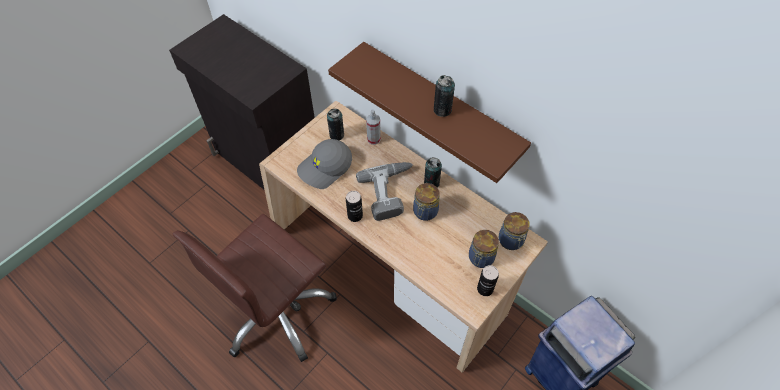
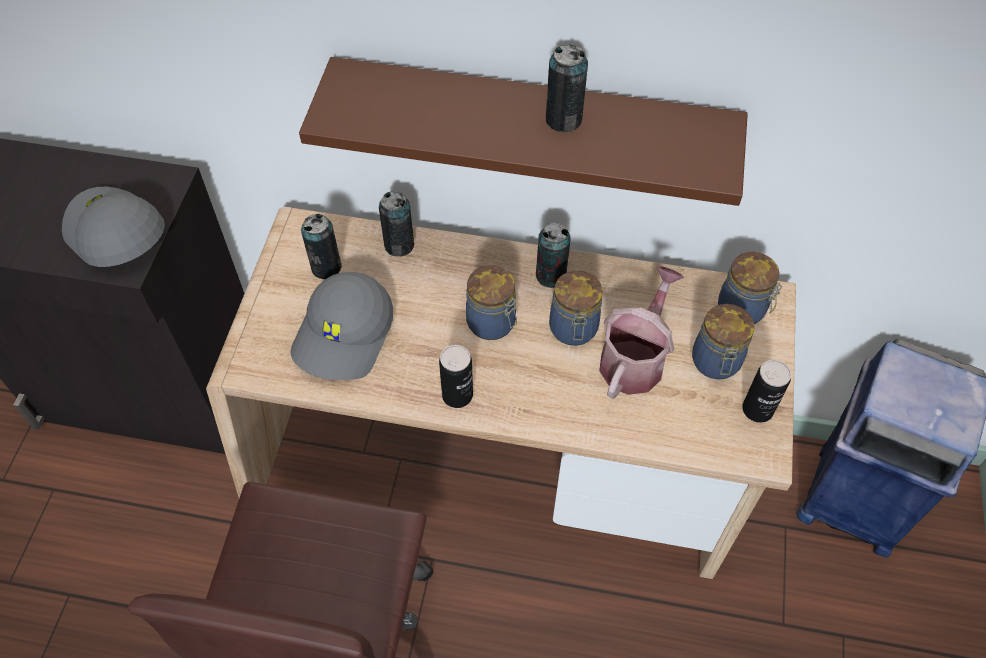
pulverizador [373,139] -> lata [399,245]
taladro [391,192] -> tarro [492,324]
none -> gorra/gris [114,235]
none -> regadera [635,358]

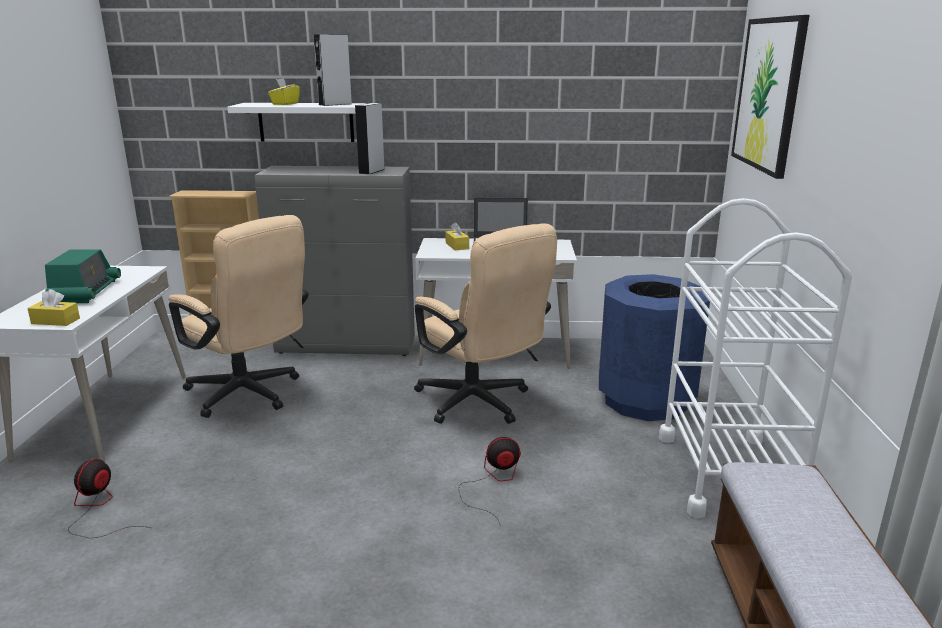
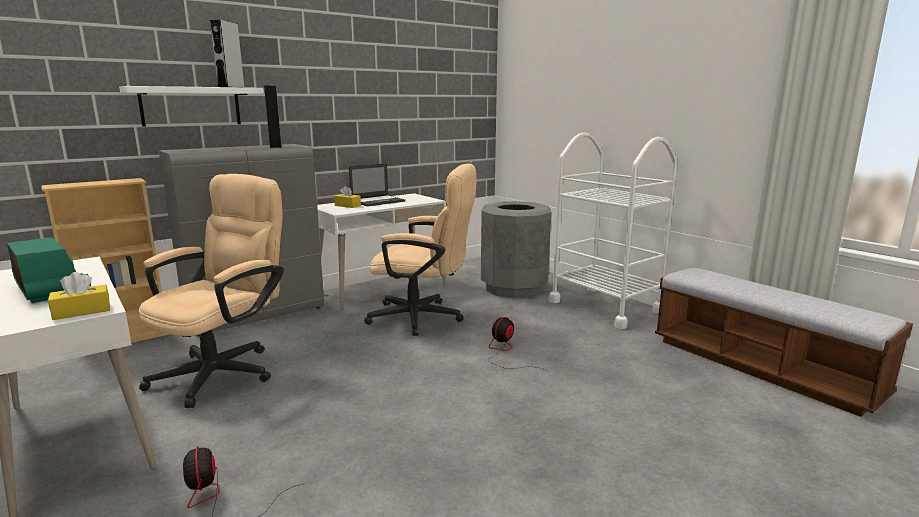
cuadro [768,94] -> none
caja de pañuelos/amarillo [285,104] -> none
silla de oficina/beis [250,395] -> silla de oficina/beis [224,370], 60 degrees counterclockwise
papelera/azul [645,400] -> papelera/gris [514,288]

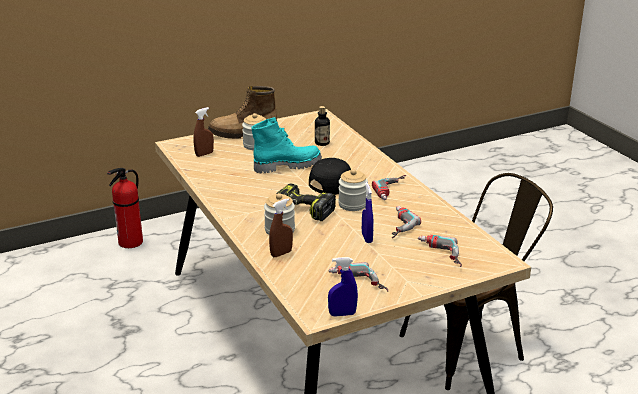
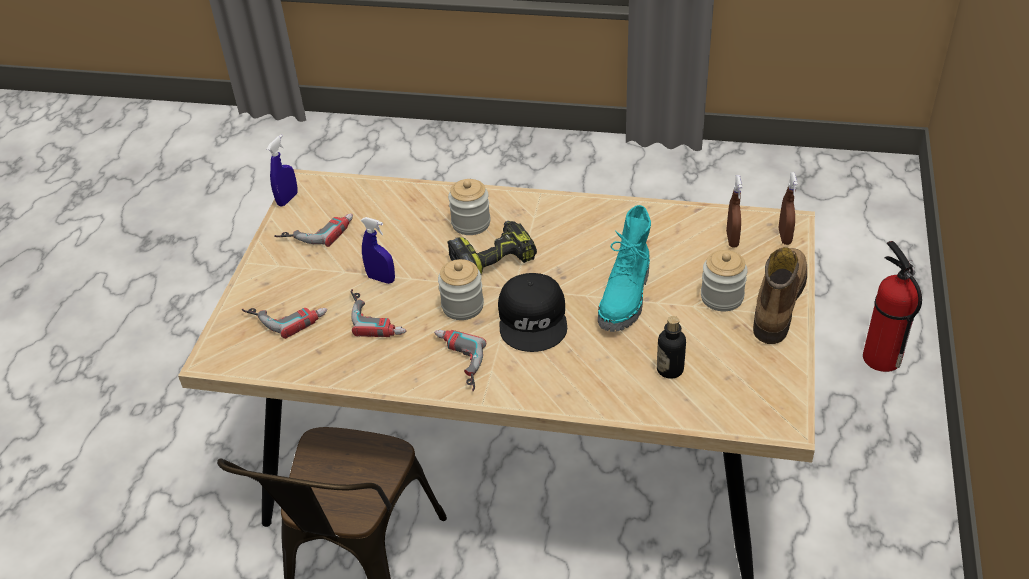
pulverizador/marrón [281,253] -> pulverizador/marrón [784,236], relocated

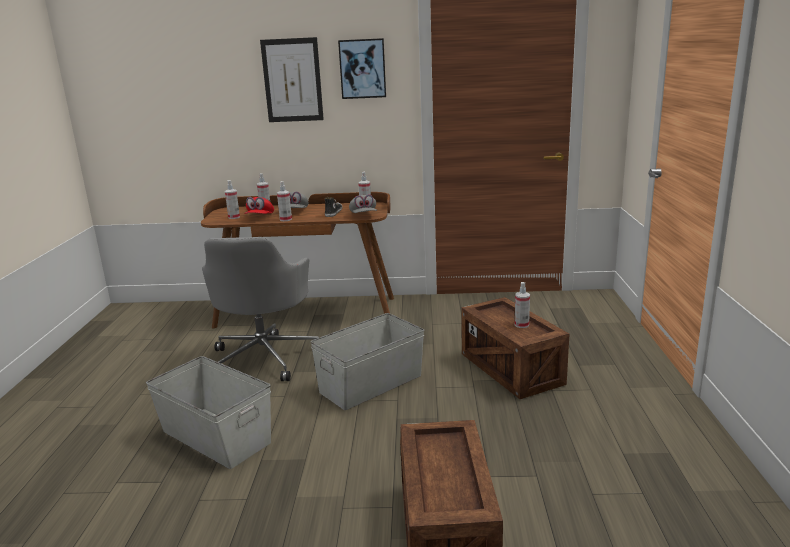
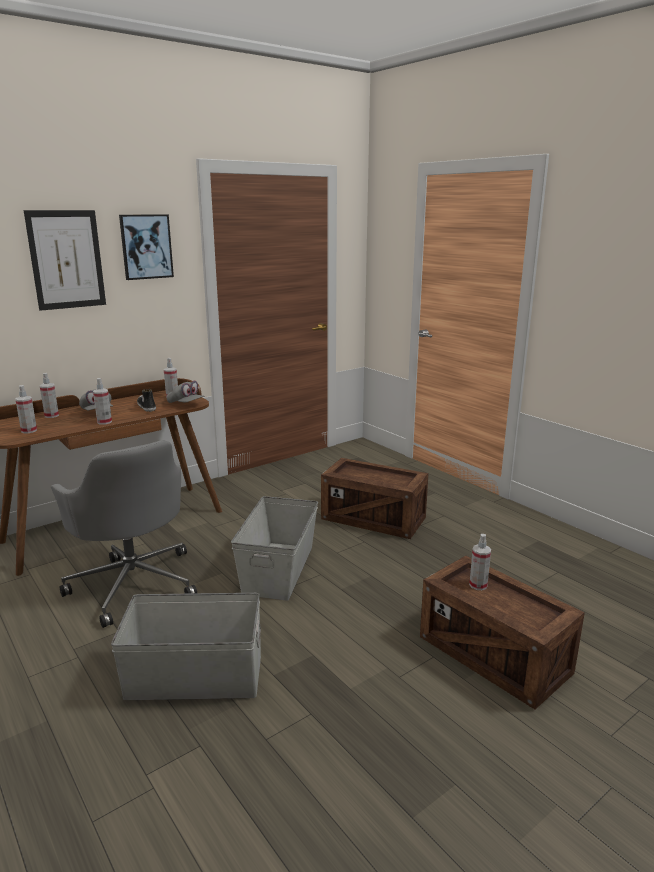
gorra/rojo [260,217] -> none
pulverizador [521,325] -> pulverizador [478,585], relocated

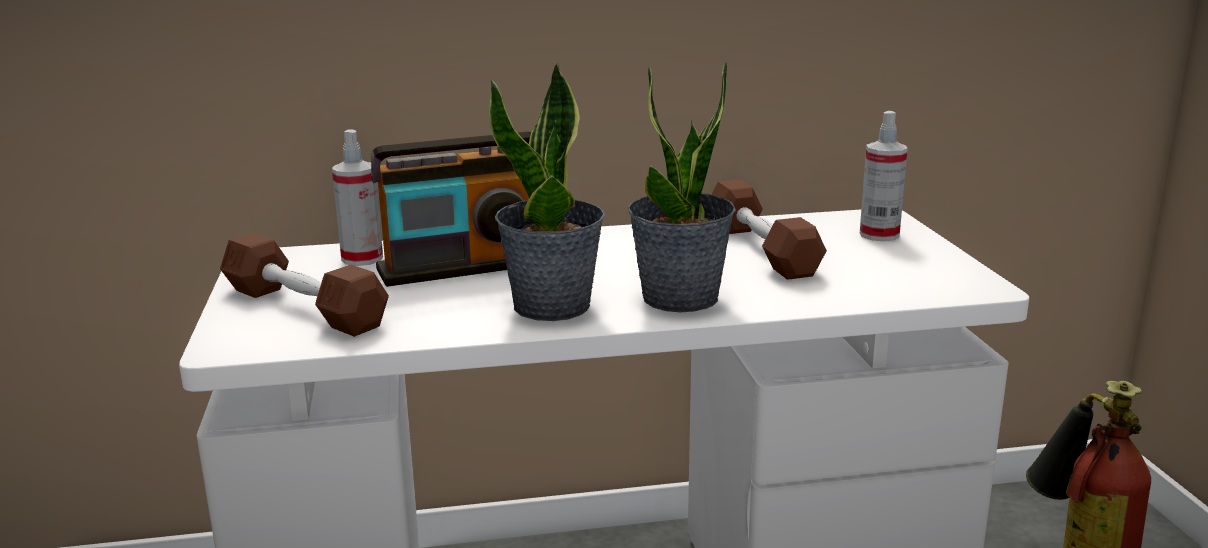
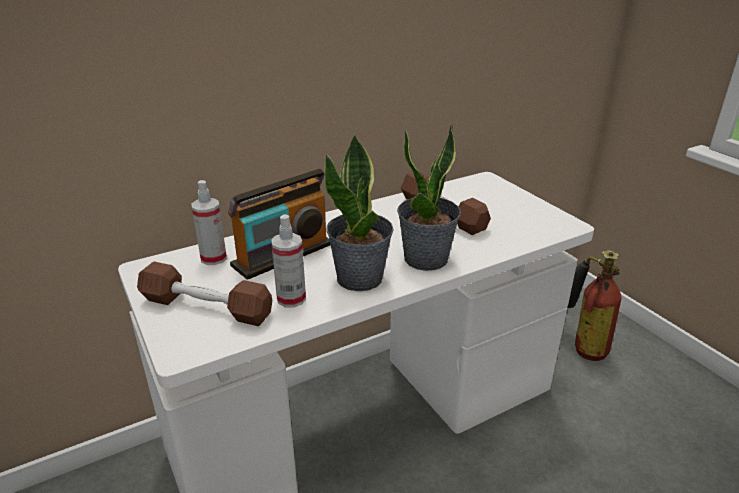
pulverizador [879,235] -> pulverizador [291,299], relocated

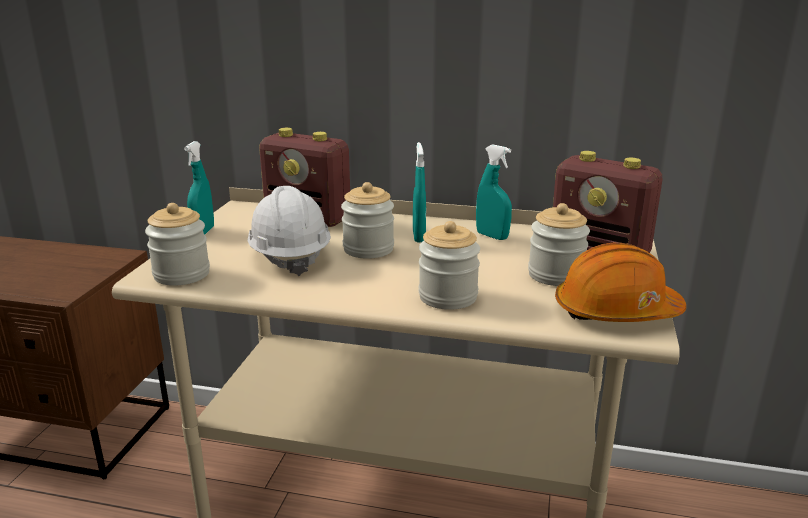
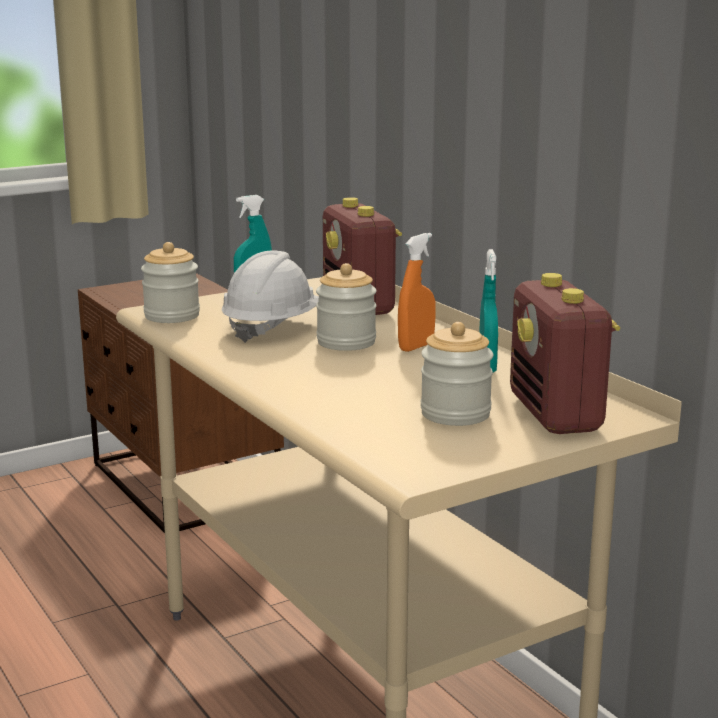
pulverizador/turquesa [419,236] -> pulverizador/naranja [416,347]
tarro [448,297] -> none
casco/naranja [615,311] -> none

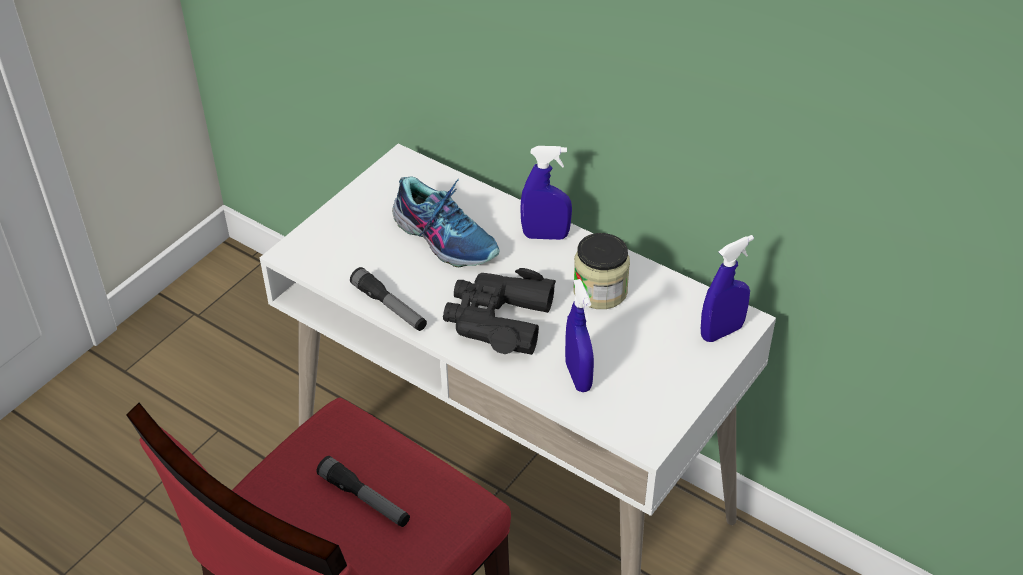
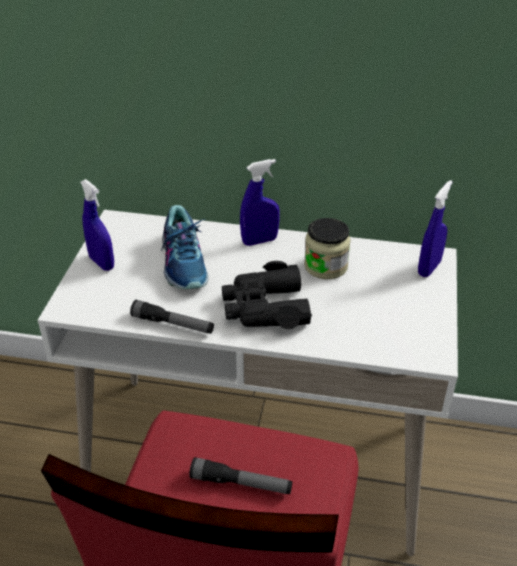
zapato [446,237] -> zapato [185,262], 60 degrees clockwise
pulverizador/azul [578,376] -> pulverizador/azul [101,263], relocated

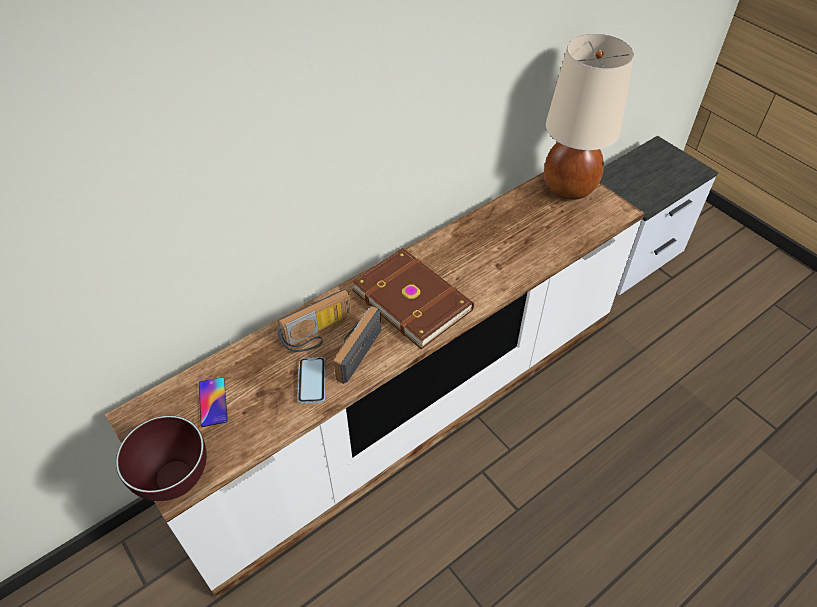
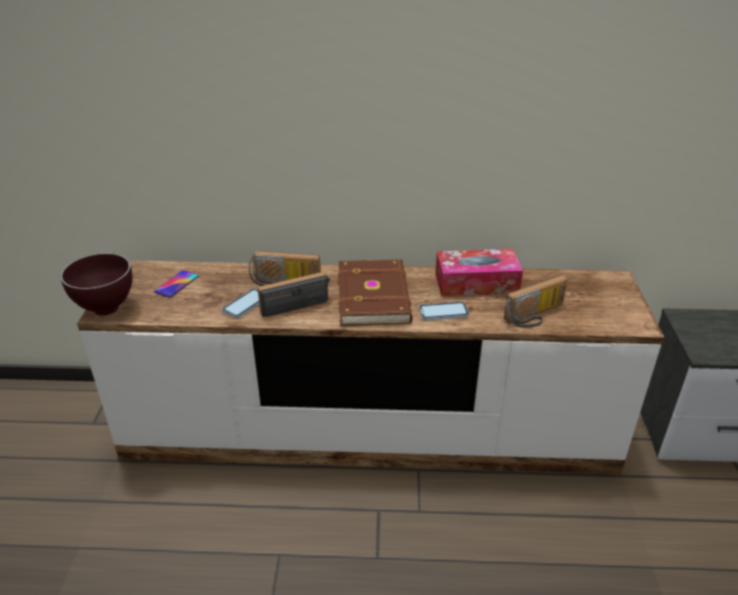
lámpara de mesa/beis [569,188] -> none
none -> caja de pañuelos [476,283]
none -> radio [536,316]
none -> móvil [443,312]

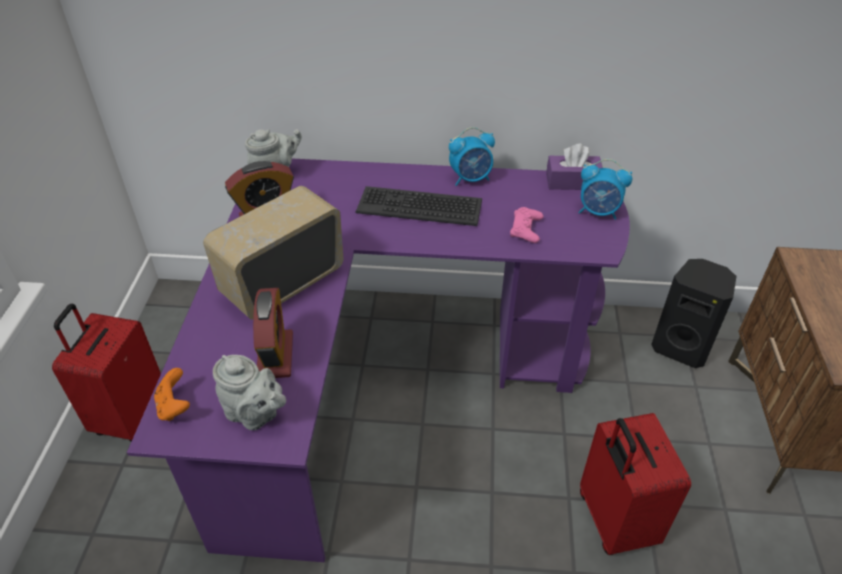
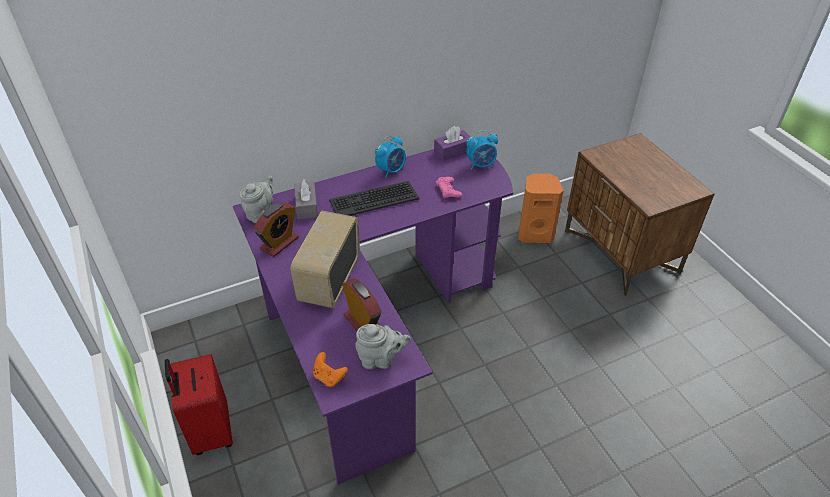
altavoz/negro [681,347] -> altavoz/naranja [535,233]
maleta/rojo [613,520] -> none
none -> caja de pañuelos/gris [306,206]

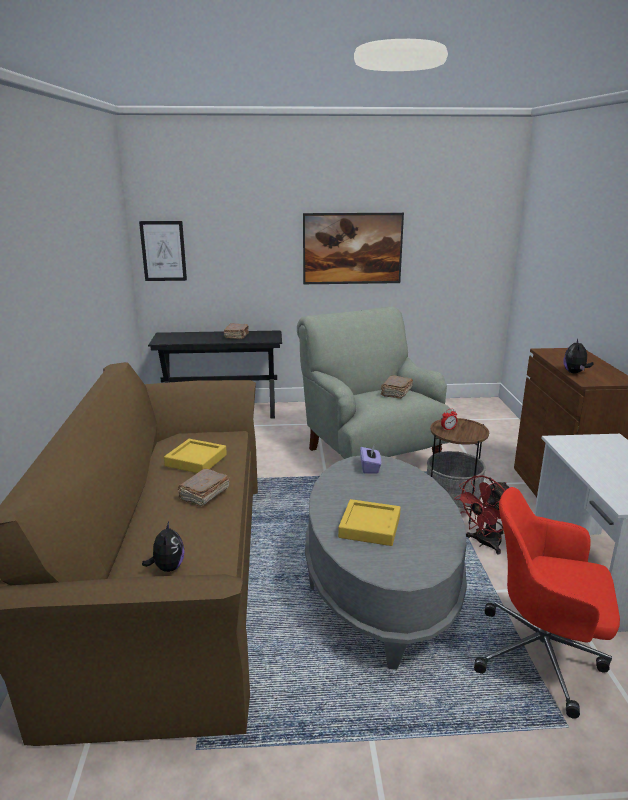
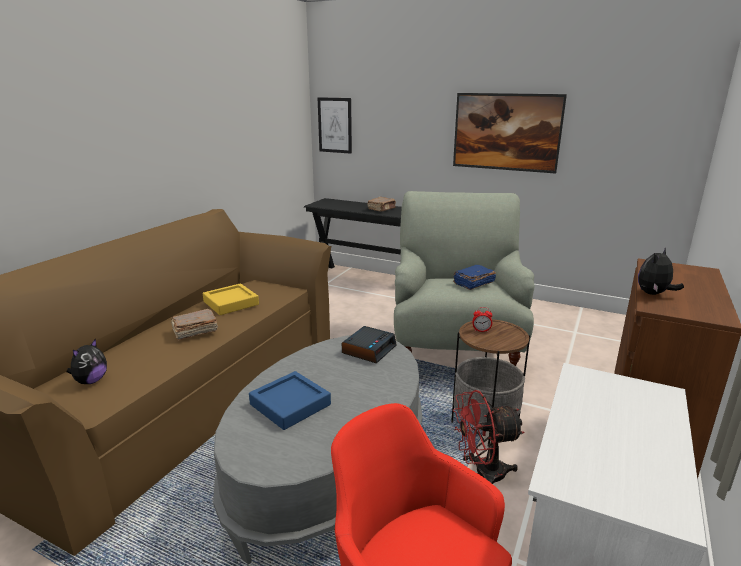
libro/marrón [396,393] -> libro/azul [473,283]
caja de pañuelos/morado [370,468] -> despertador [369,349]
bandeja/amarillo [369,527] -> bandeja/azul [290,404]

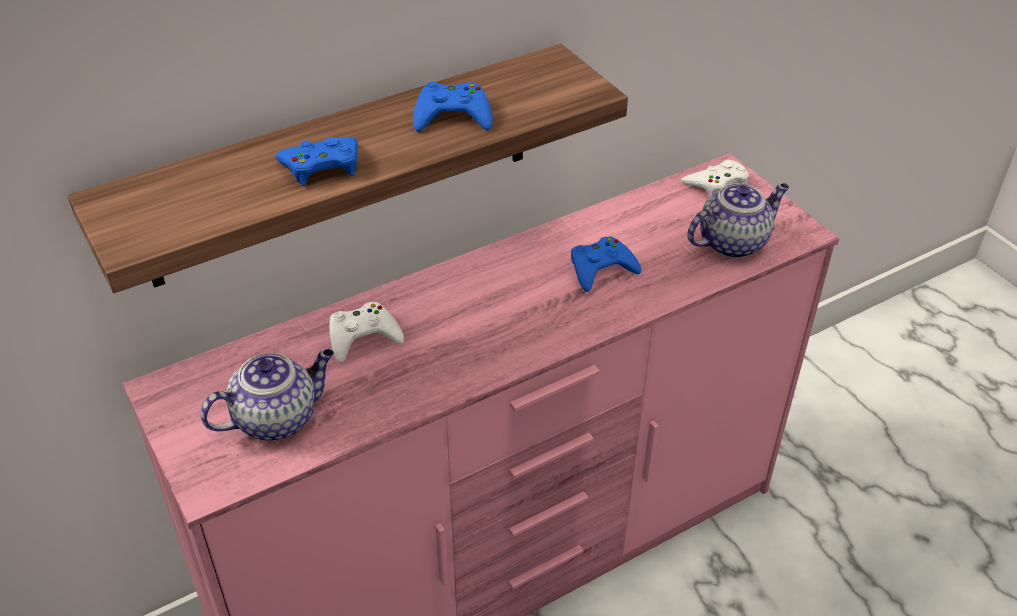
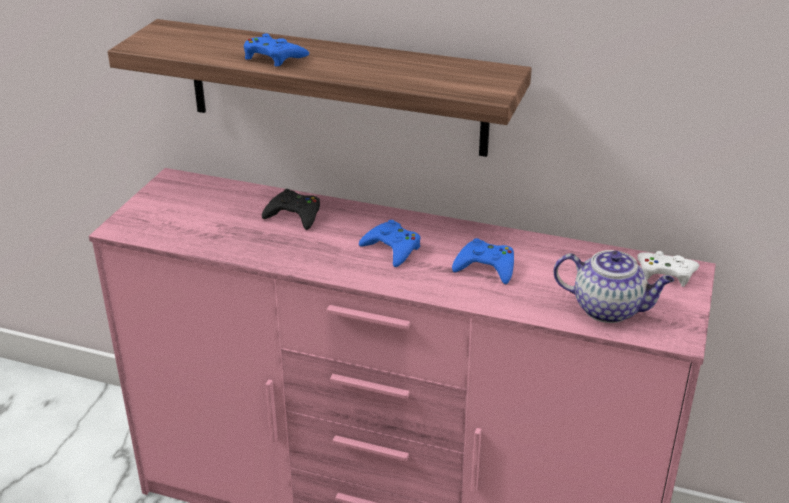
mando de consola/azul [452,116] -> mando de consola/azul [392,249], relocated
mando de consola/blanco [363,337] -> mando de consola/negro [294,215]
tetera [277,418] -> none

